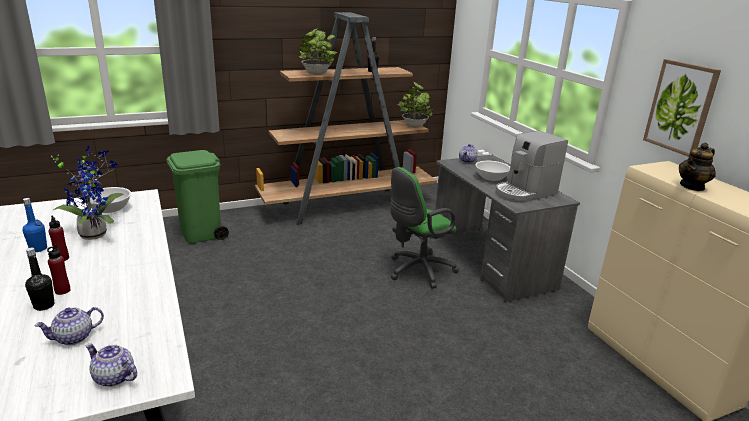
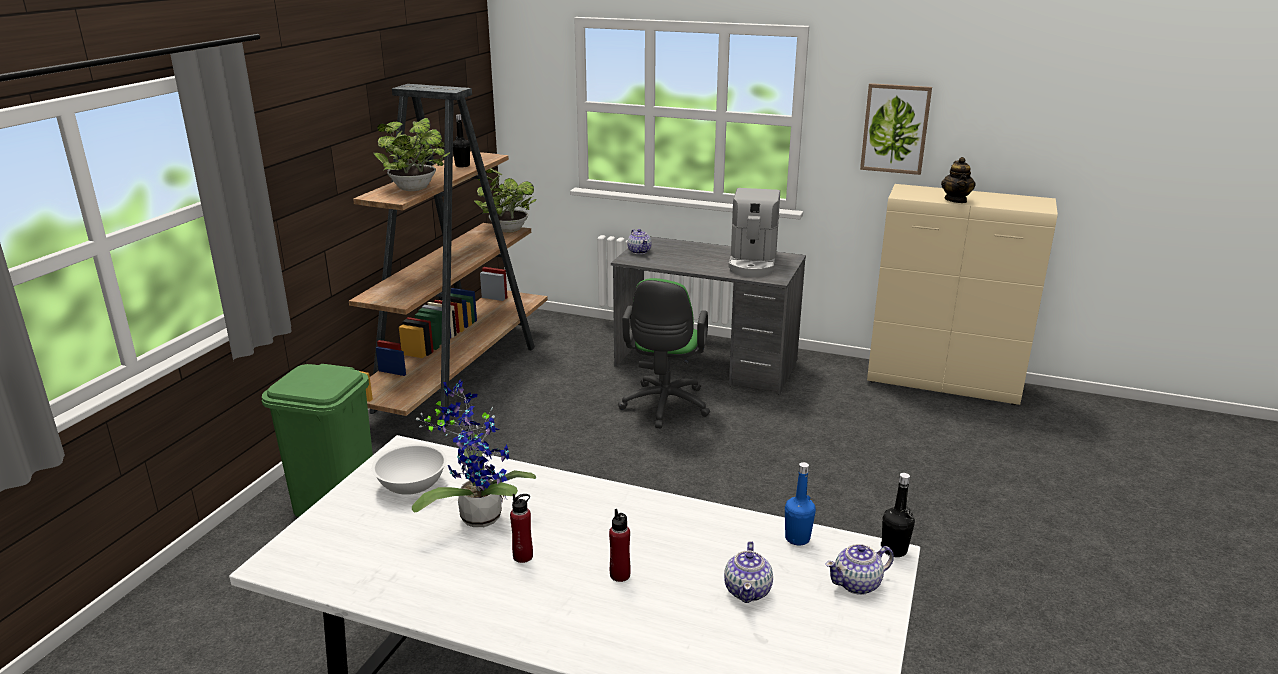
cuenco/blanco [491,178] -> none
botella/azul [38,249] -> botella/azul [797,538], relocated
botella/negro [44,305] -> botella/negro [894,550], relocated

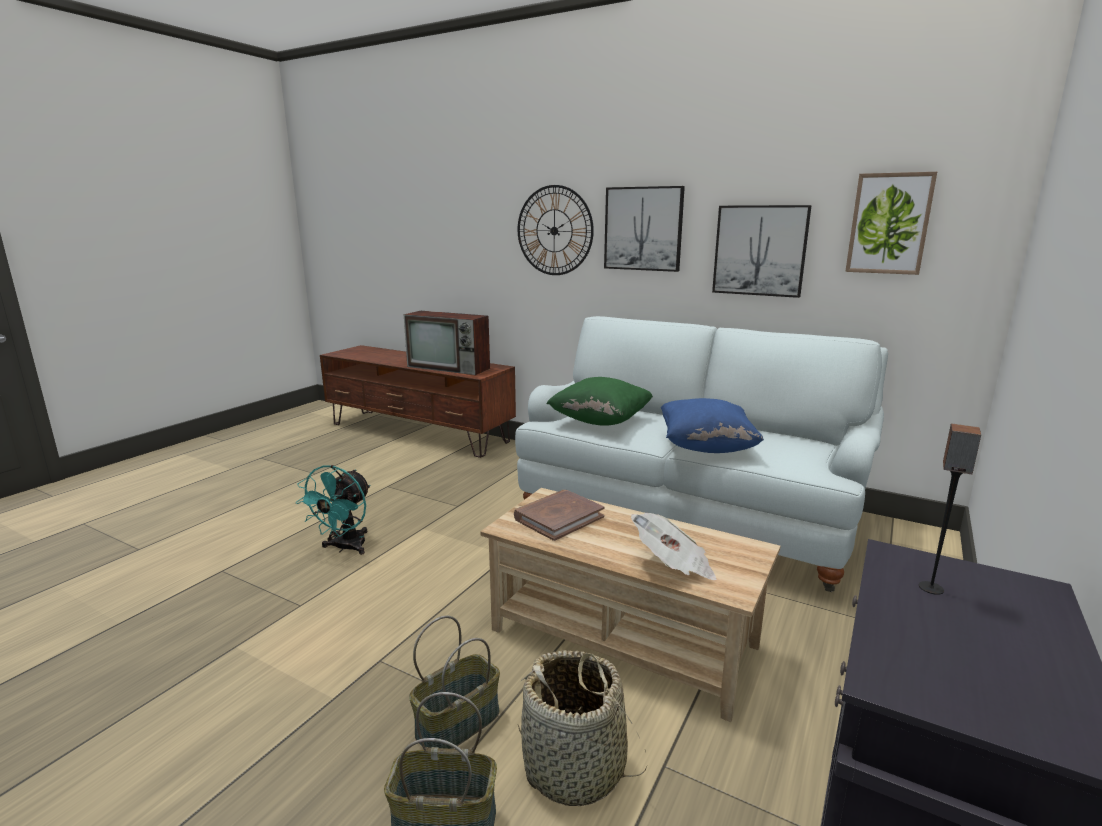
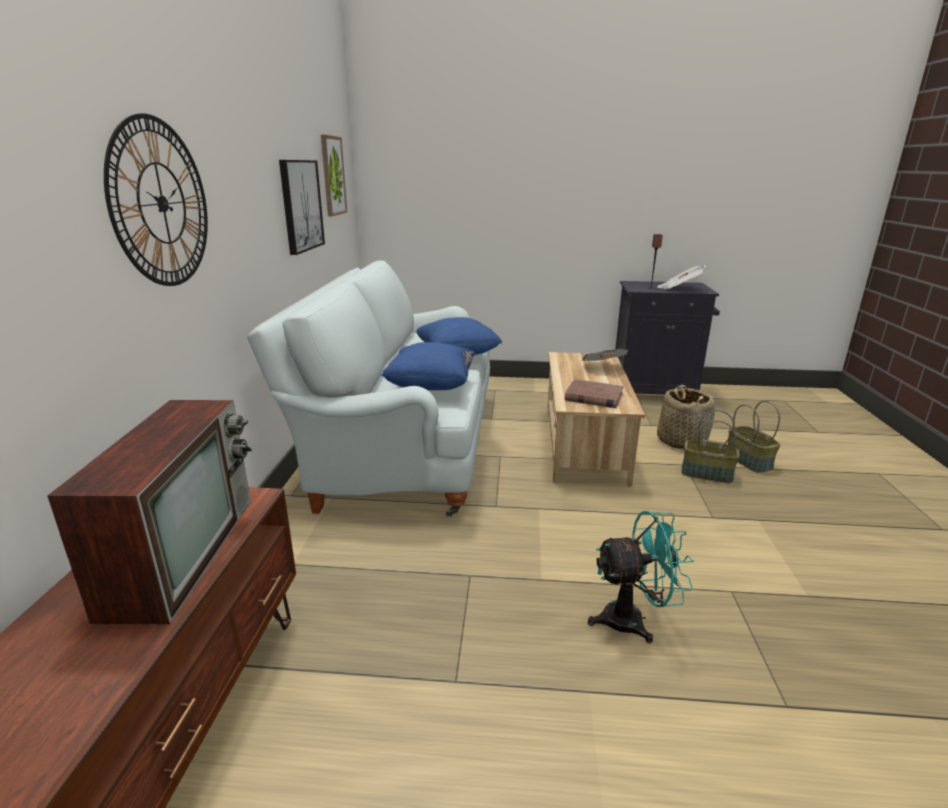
cuadro [643,229] -> none
cojín/verde [600,421] -> cojín/azul [431,387]
none -> periódico [679,289]

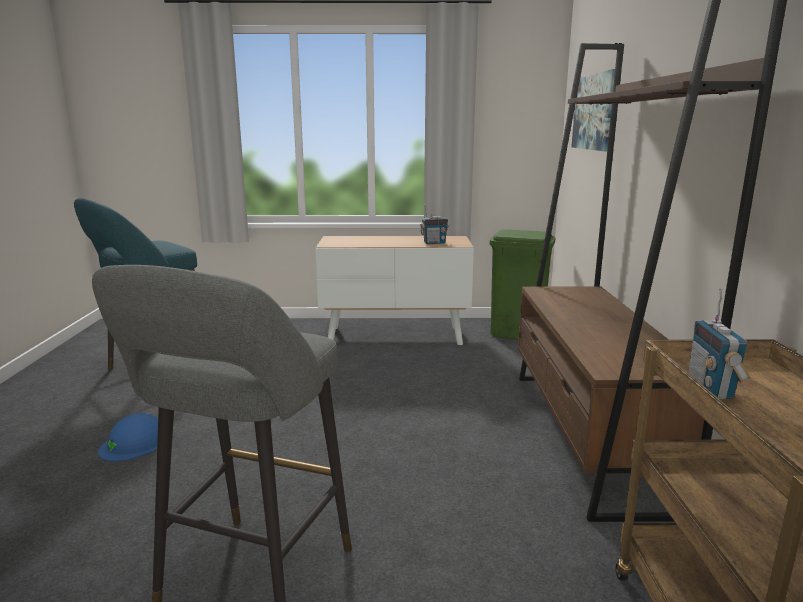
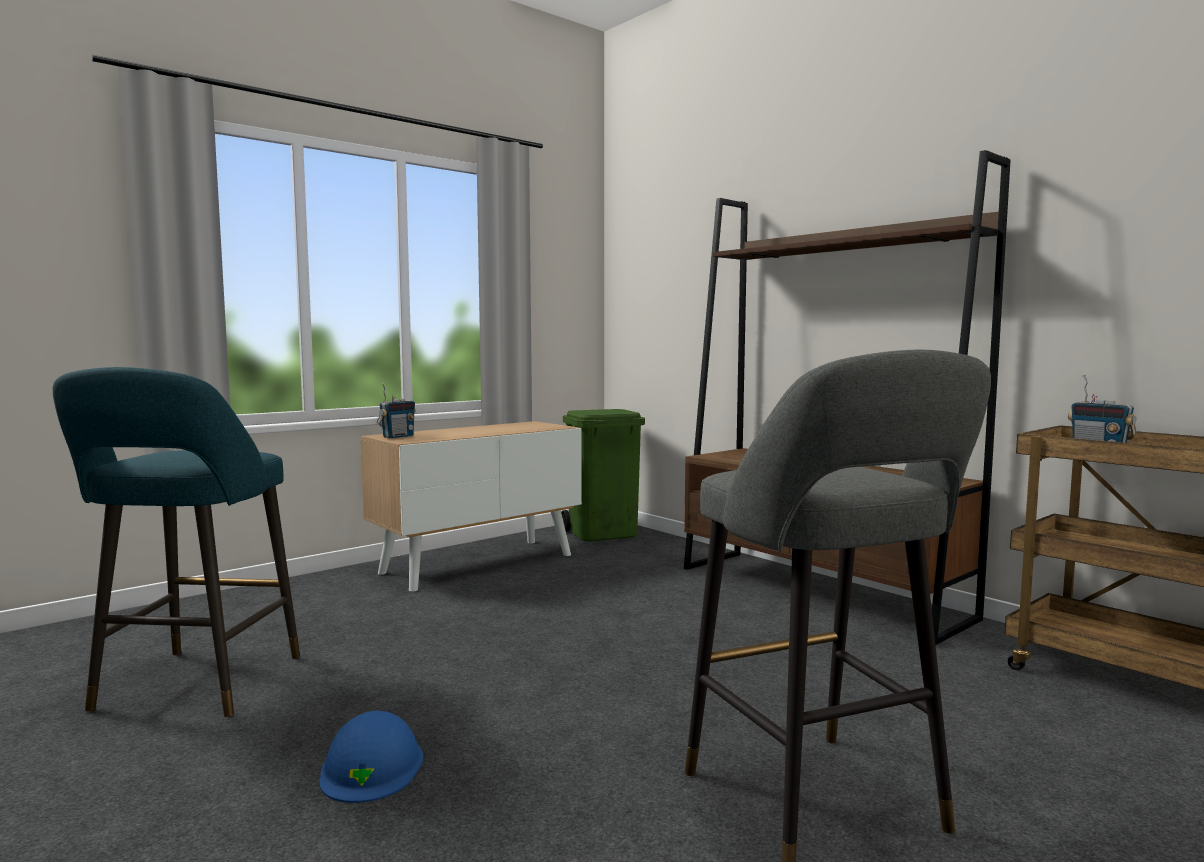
cuadro [596,112] -> none
radio [434,243] -> radio [398,437], relocated

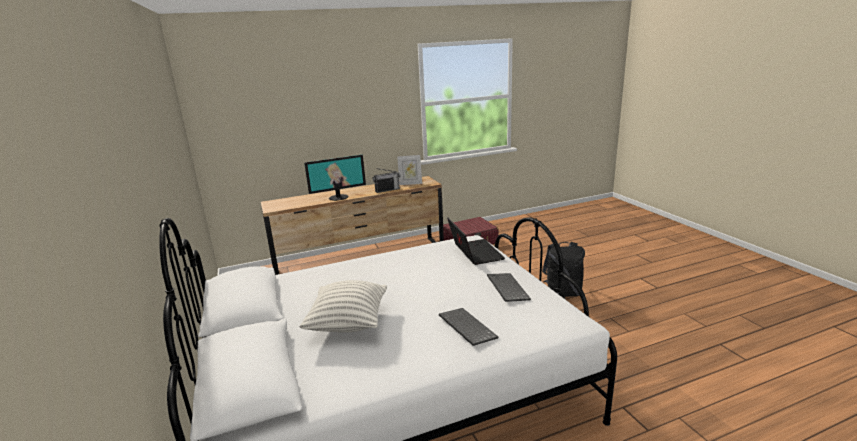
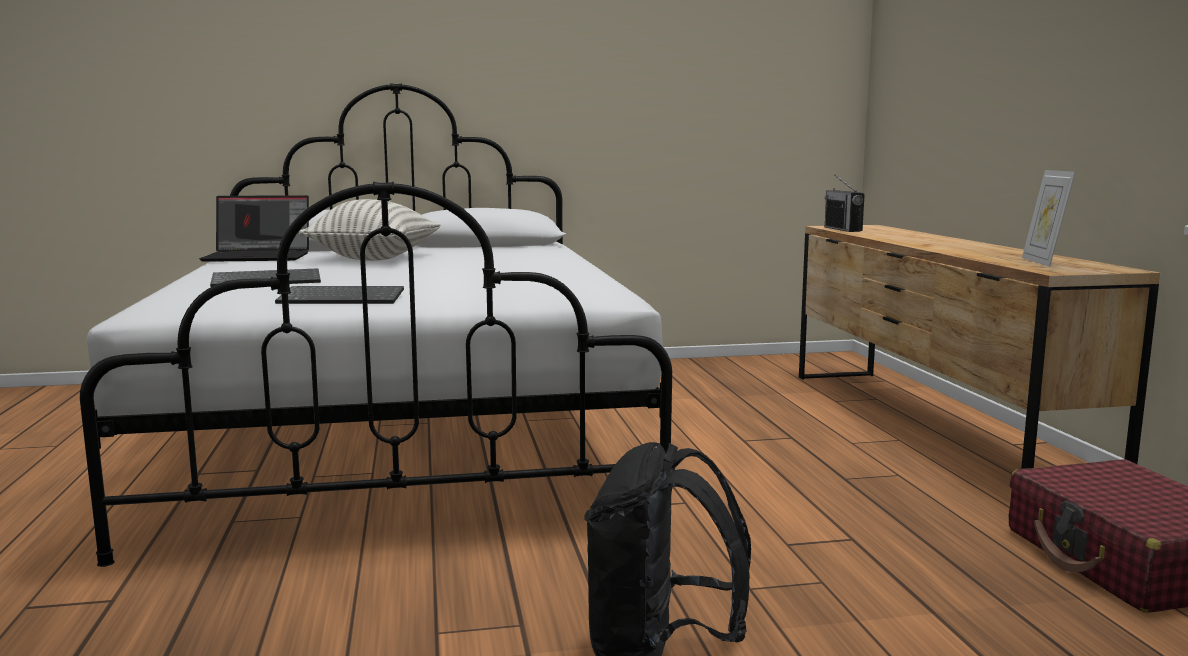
monitor [338,197] -> none
radio [387,190] -> radio [842,229], relocated
portátil [474,253] -> portátil [259,257], relocated

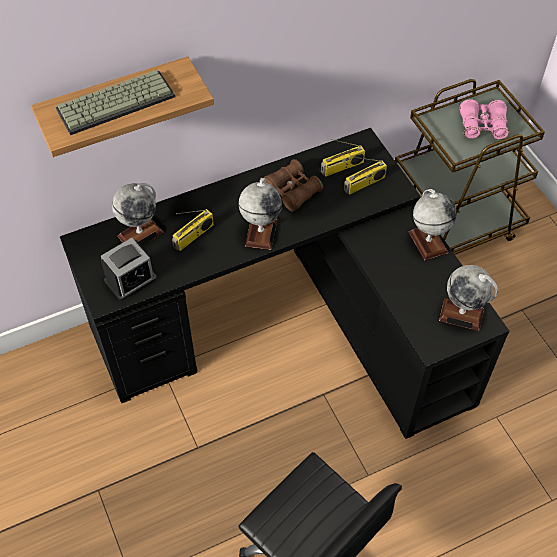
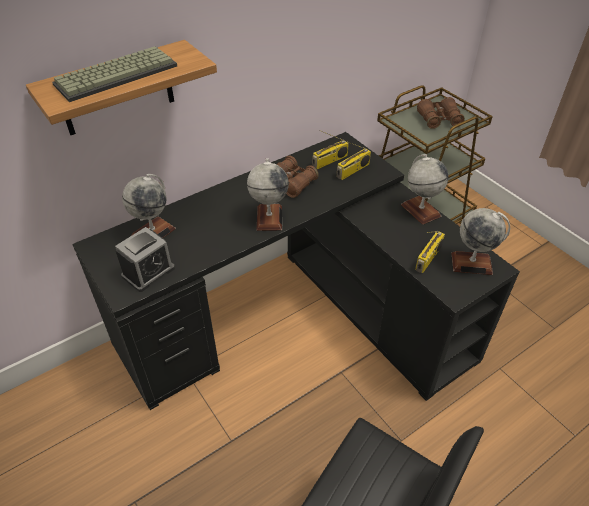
prismáticos/rosa [482,126] -> prismáticos/marrón [439,120]
radio [193,236] -> radio [428,258], relocated

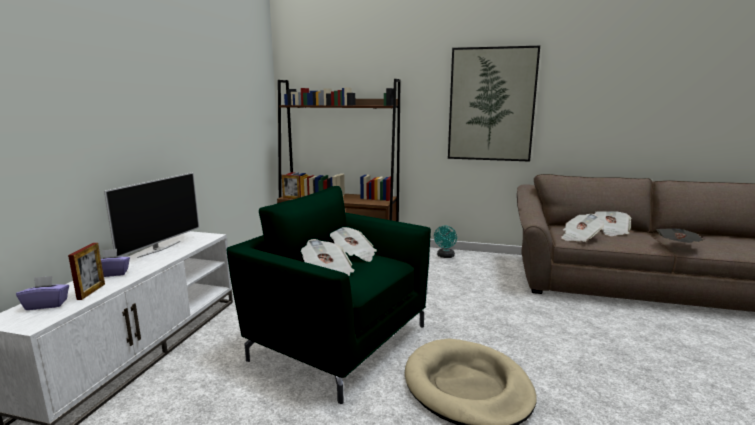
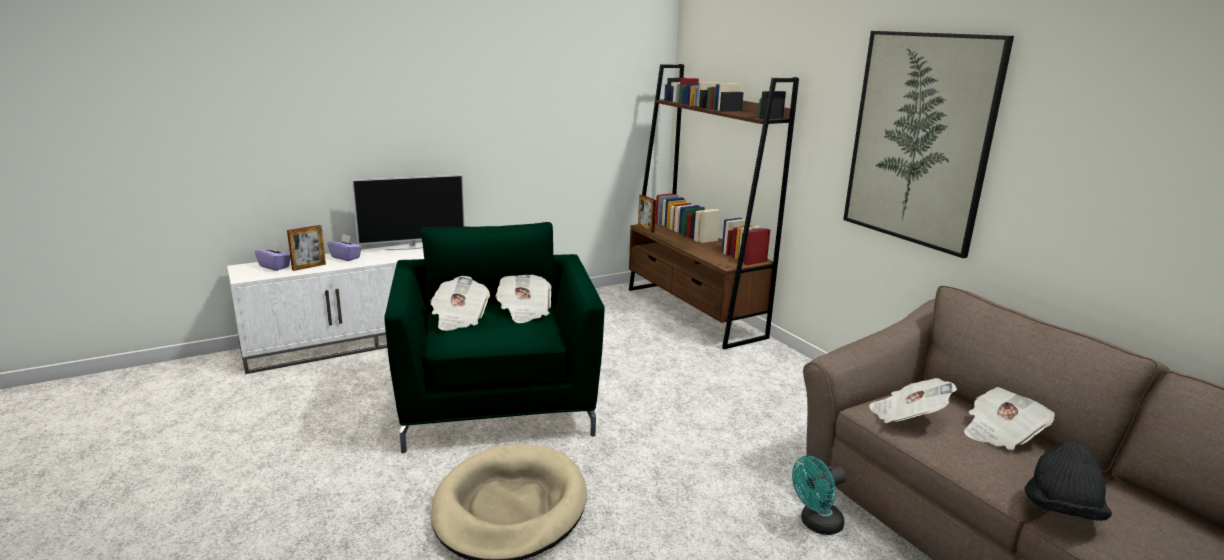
ventilador/turquesa [445,256] -> ventilador/turquesa [816,524], relocated
periódico [677,246] -> sombrero/negro [1061,511]

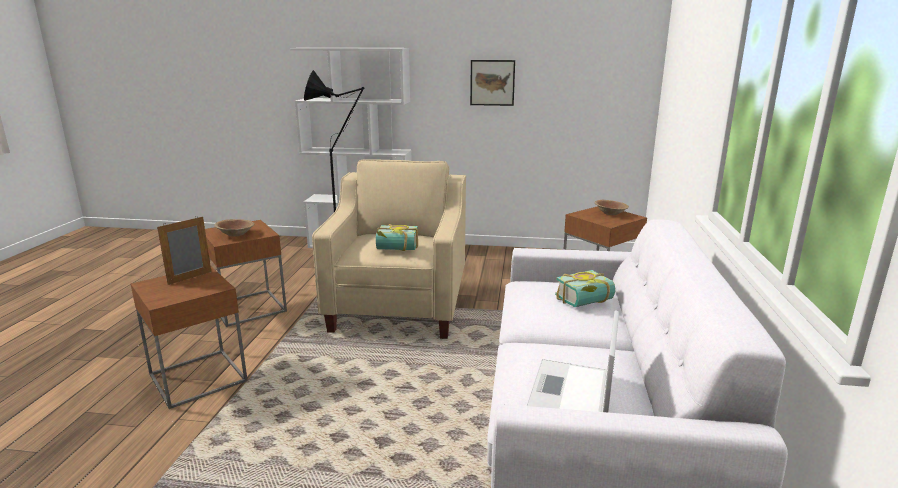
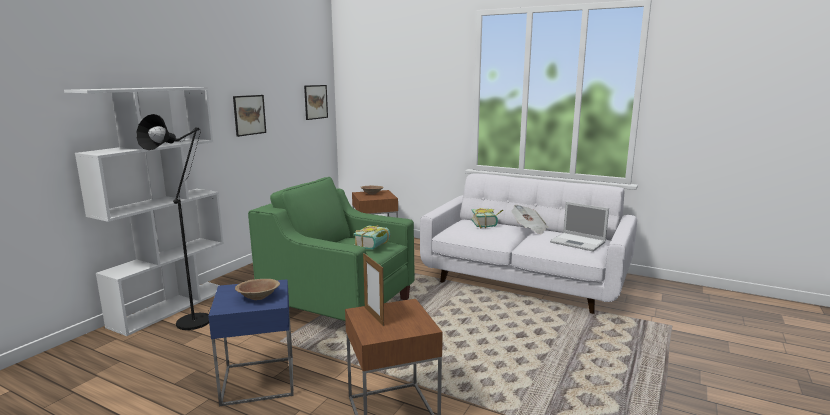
sillón/beis [400,306] -> sillón/verde [339,307]
mesa auxiliar/marrón [249,307] -> mesa auxiliar/azul [259,380]
none -> cuadro [315,102]
none -> periódico [529,229]

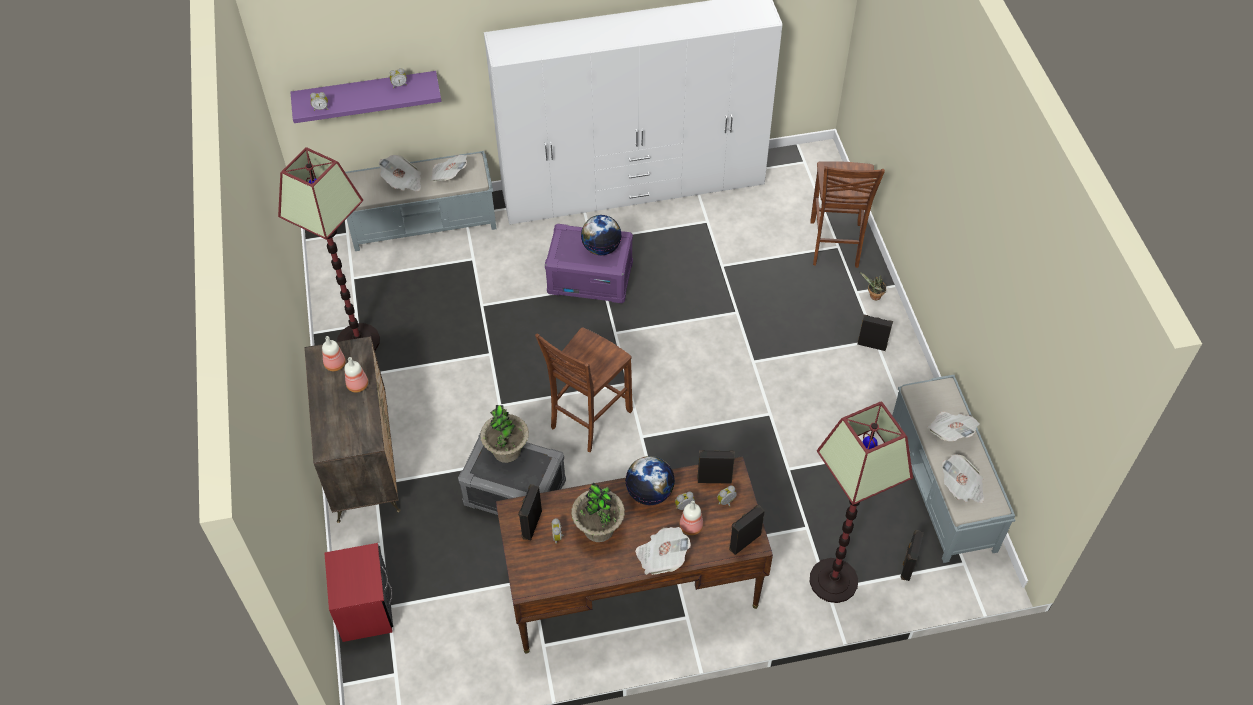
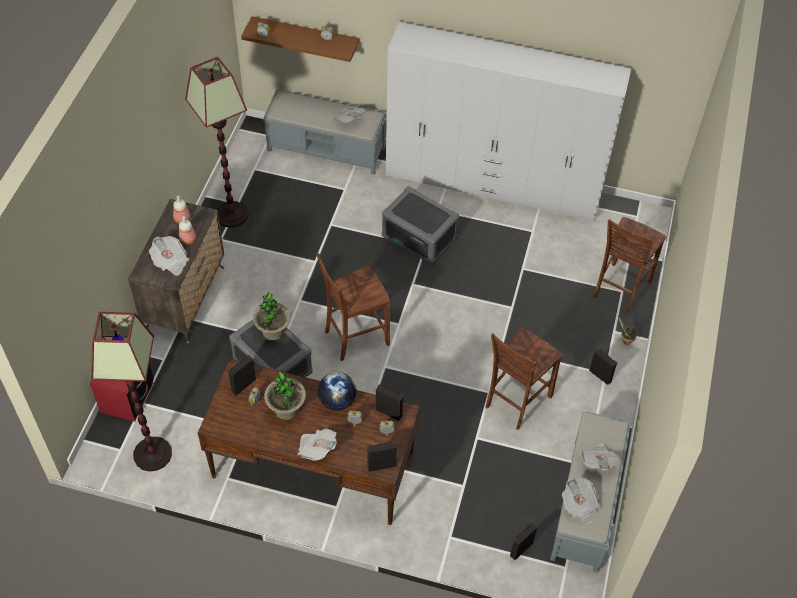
estante/morado [366,93] -> estante/marrón [305,36]
periódico [403,182] -> periódico [170,262], relocated
globo terráqueo [601,248] -> none
caja de almacenaje/morado [590,278] -> caja de almacenaje/gris [419,237]
lámpara de pie [833,580] -> lámpara de pie [152,454], relocated
botella [690,526] -> none
none -> silla/marrón [516,402]

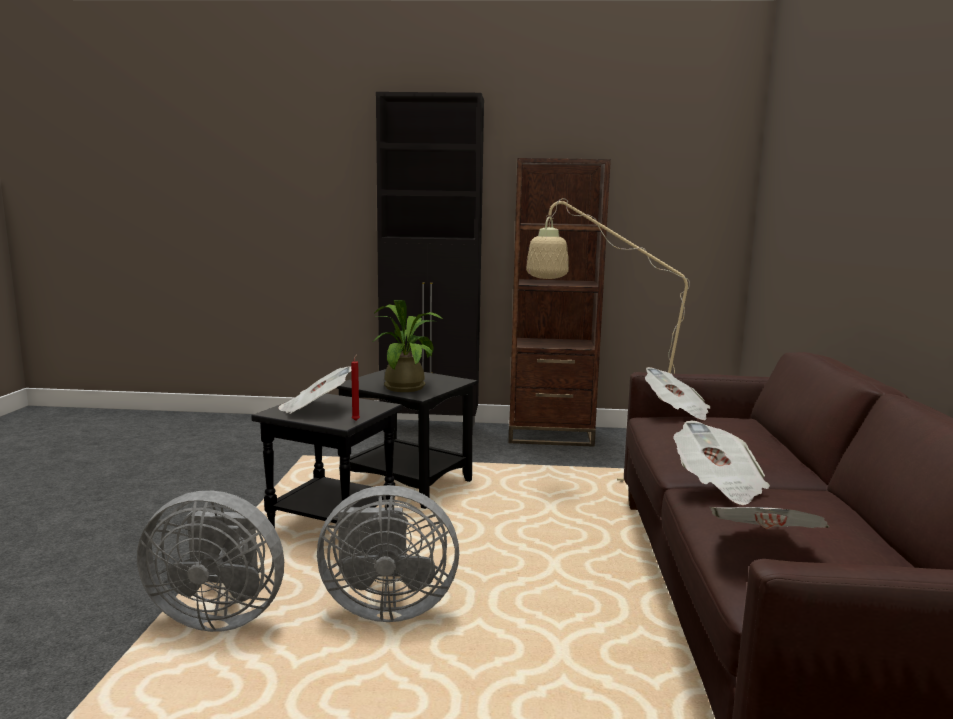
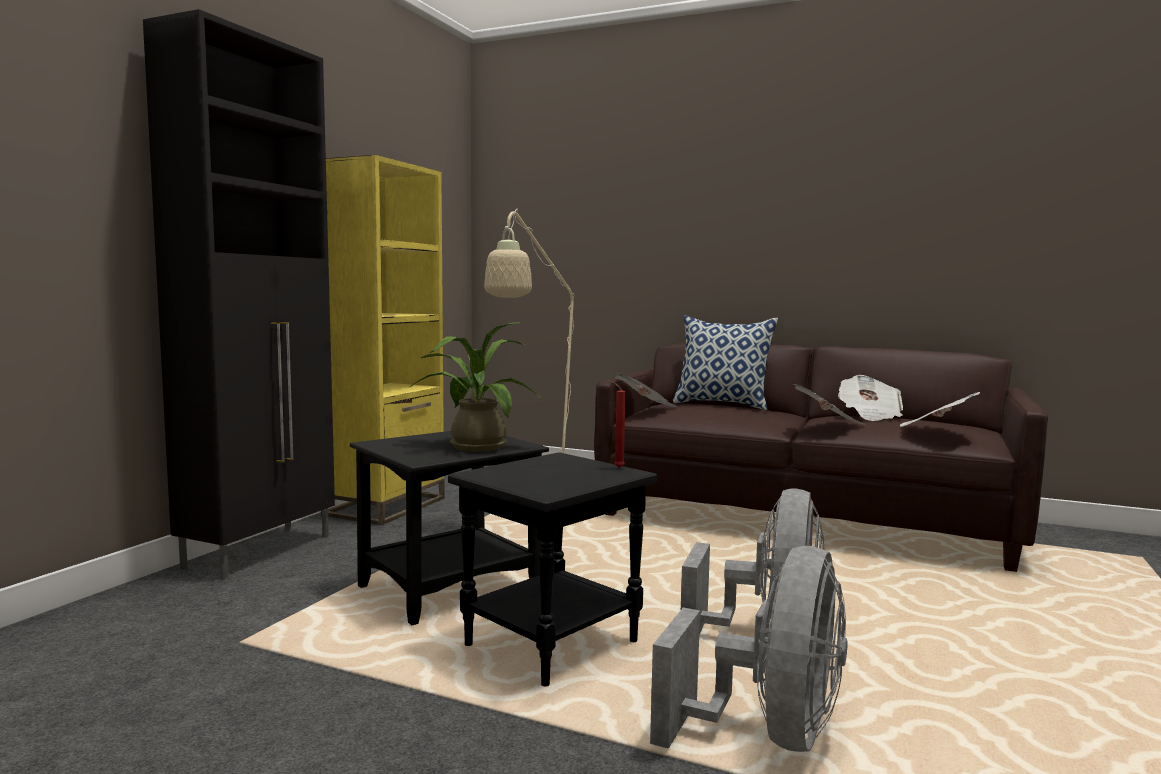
estantería/marrón [550,435] -> estantería/amarillo [386,506]
periódico [315,409] -> periódico [869,416], relocated
none -> cojín [722,405]

